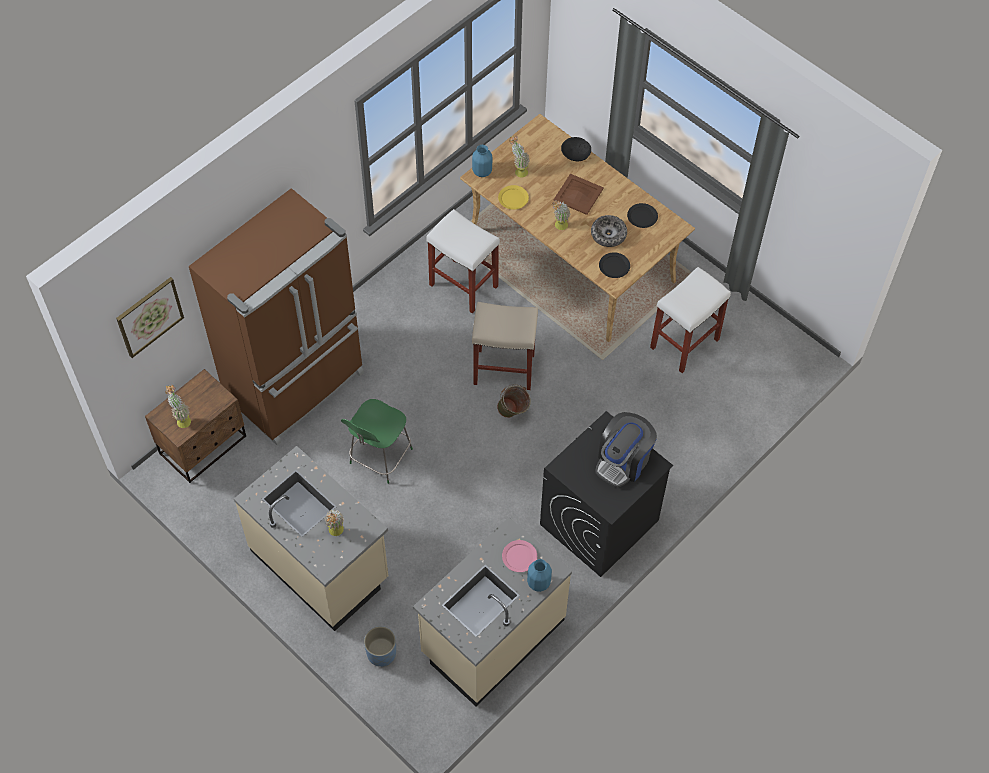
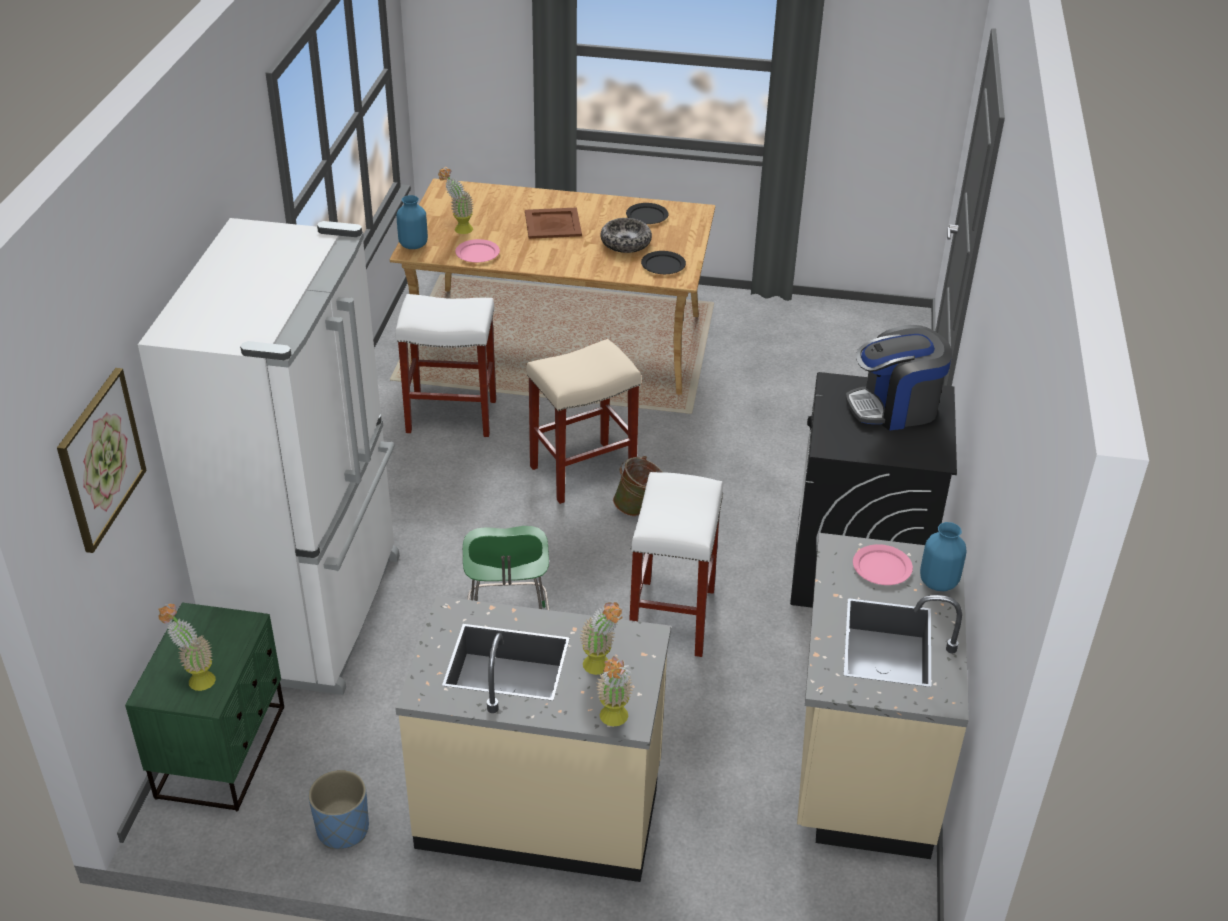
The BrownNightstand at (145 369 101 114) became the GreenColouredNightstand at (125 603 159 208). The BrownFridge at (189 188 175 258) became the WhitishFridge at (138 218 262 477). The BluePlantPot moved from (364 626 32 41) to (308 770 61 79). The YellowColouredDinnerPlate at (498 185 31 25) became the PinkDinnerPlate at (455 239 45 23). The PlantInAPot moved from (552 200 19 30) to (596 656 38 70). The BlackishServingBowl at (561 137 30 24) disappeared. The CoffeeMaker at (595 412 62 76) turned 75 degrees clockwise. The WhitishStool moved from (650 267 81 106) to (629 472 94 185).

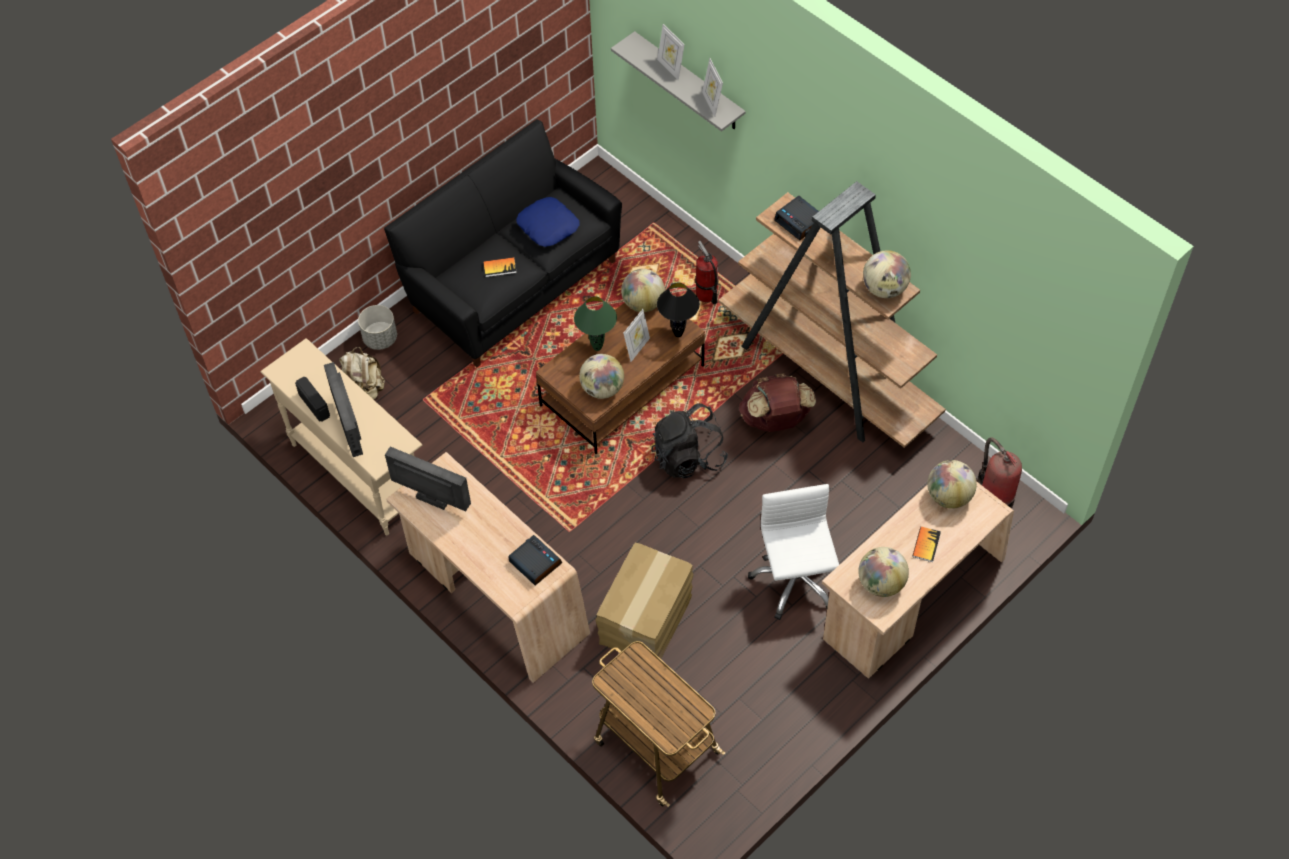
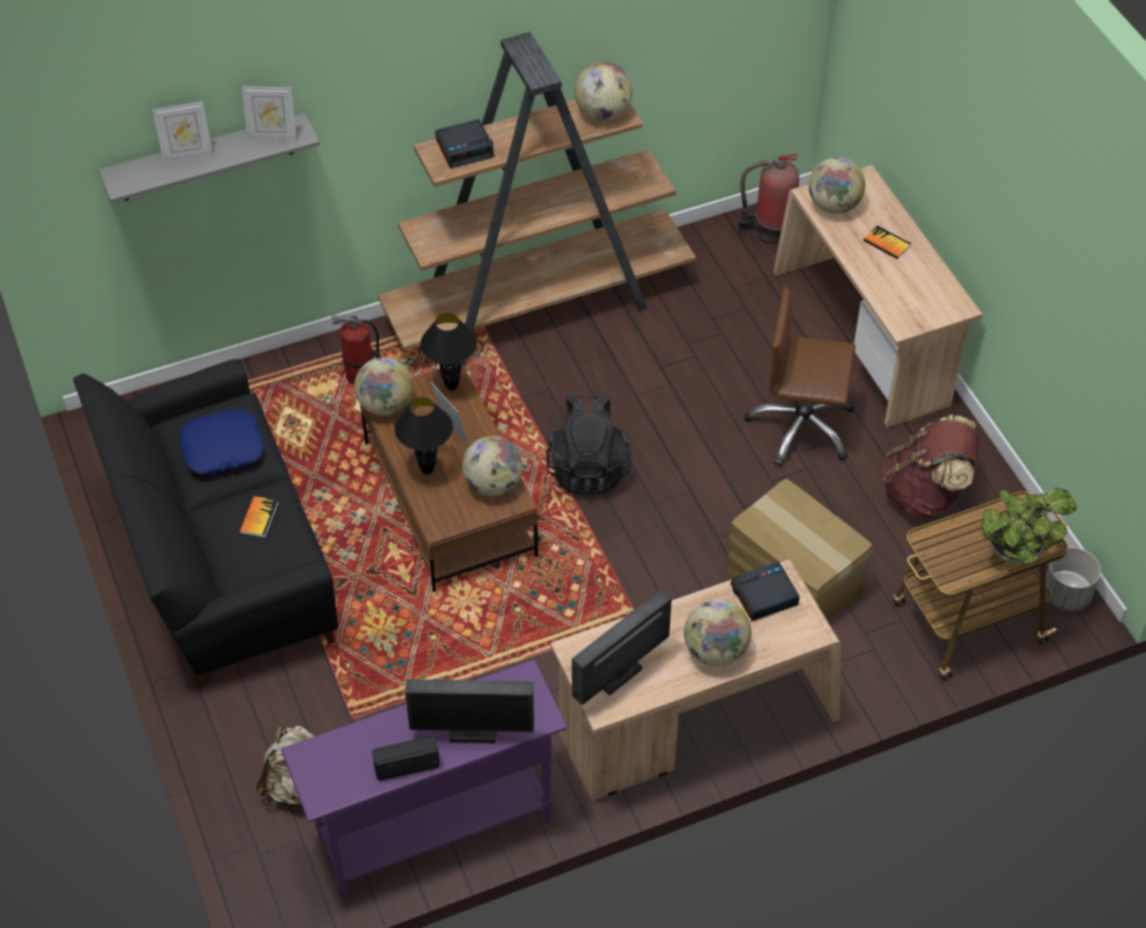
The SandColouredHallTable at (260 338 162 197) became the PurpleHallTable at (281 659 287 240). The GrayPlantPot moved from (358 305 39 45) to (1046 547 55 64). The GreenColouredTableLamp at (574 296 43 55) became the BlackishTableLamp at (394 397 59 78). The BrownBackpack moved from (739 373 77 59) to (884 415 95 103). The WhitishOfficeChair at (748 484 91 136) became the BrownOfficeChair at (745 287 110 180). The WorldGlobe moved from (858 547 51 50) to (684 599 67 68). The PlantInAPot at (981 488 96 76) appeared.

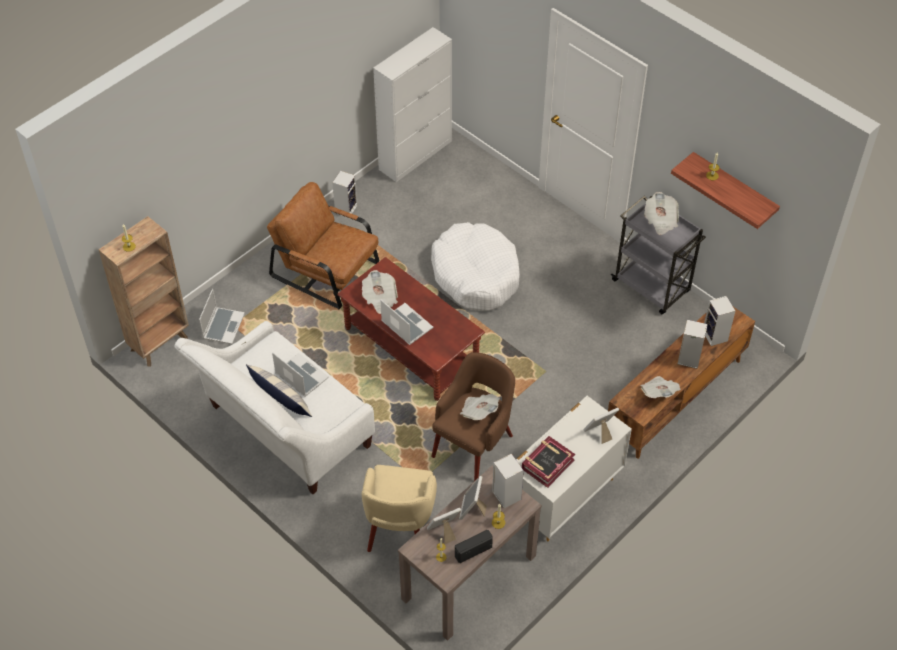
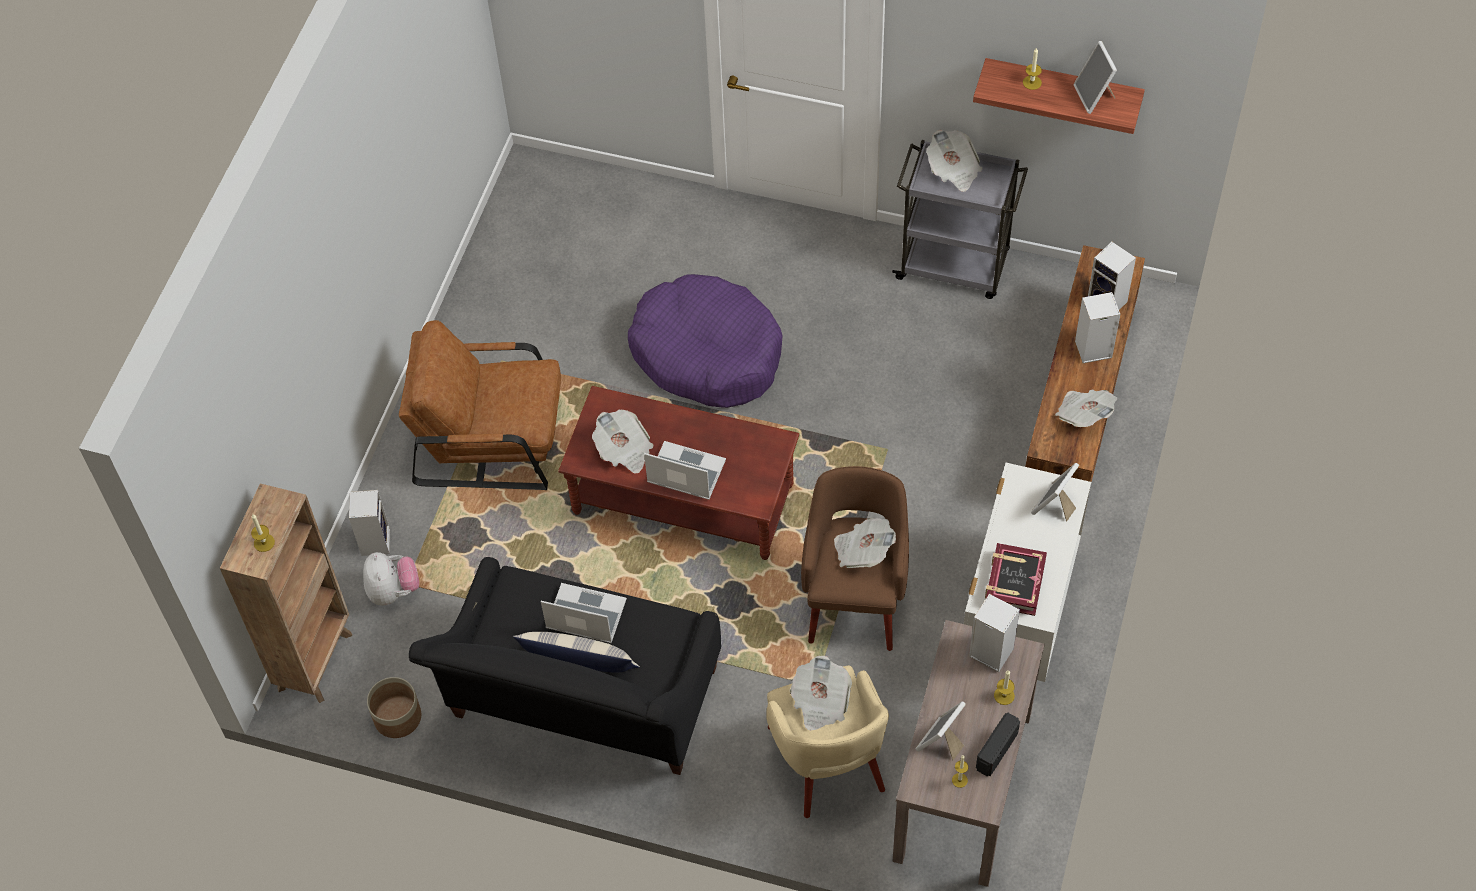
The WhitishCouch at (174 321 201 173) became the BlackishCouch at (409 557 312 218). The PortableComputer at (199 289 46 55) was replaced by the PlushToy at (363 552 56 53). The Speaker moved from (332 171 26 43) to (349 490 41 66). The WhitishStorageCabinet at (373 27 79 155) disappeared. The WhitishPetBed at (431 222 89 89) became the PurplePetBed at (628 274 155 134). The PictureFrame moved from (459 476 28 44) to (1073 41 44 73). The PlantPot at (367 677 54 61) appeared. The DailyPaper at (790 656 62 75) appeared.

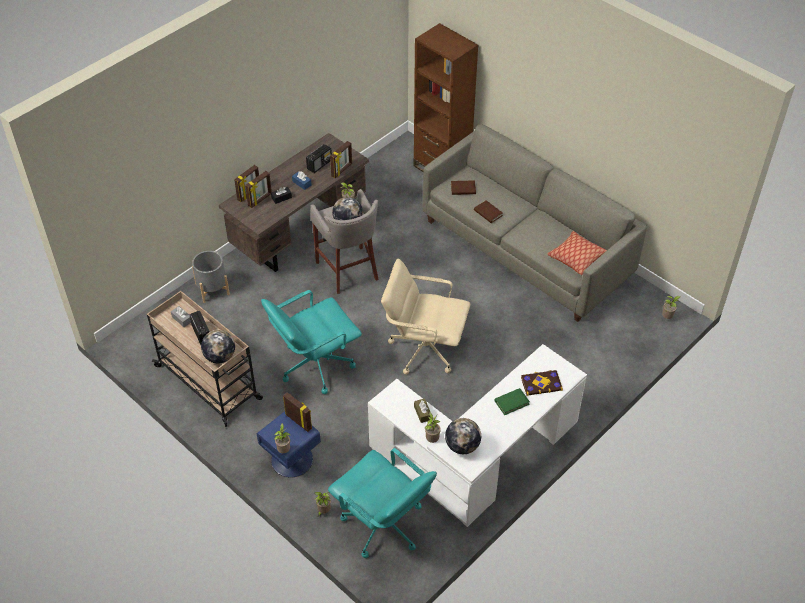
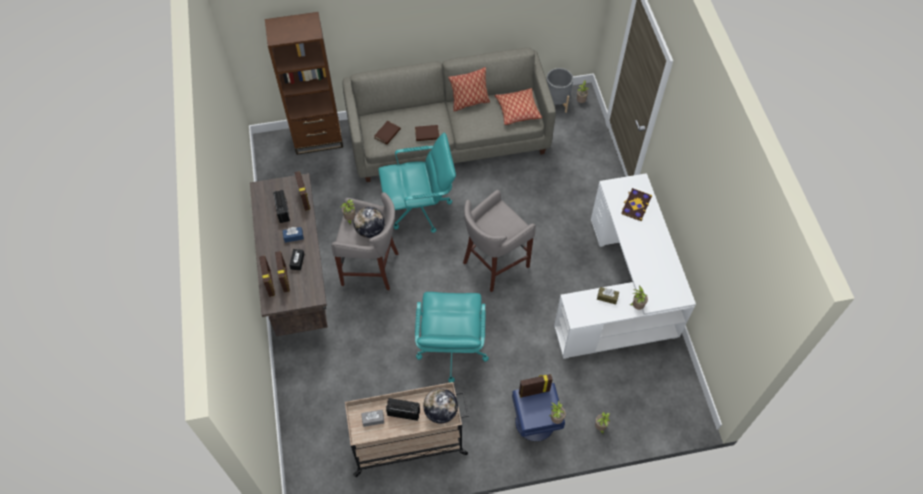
The GrayPlantPot moved from (192 251 38 52) to (546 68 27 45). The TurquoiseOfficeChair moved from (328 448 109 110) to (378 133 78 100). The SandColouredOfficeChair at (381 258 89 117) was replaced by the GrayStool at (463 190 73 102). The WorldGlobe at (445 418 36 36) disappeared. The GreenColouredBook at (494 388 36 27) disappeared. The ThrowPillow at (448 67 42 45) appeared.

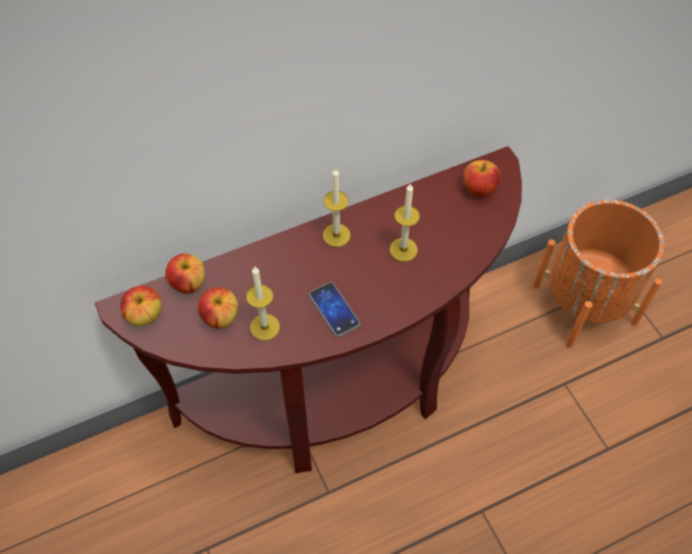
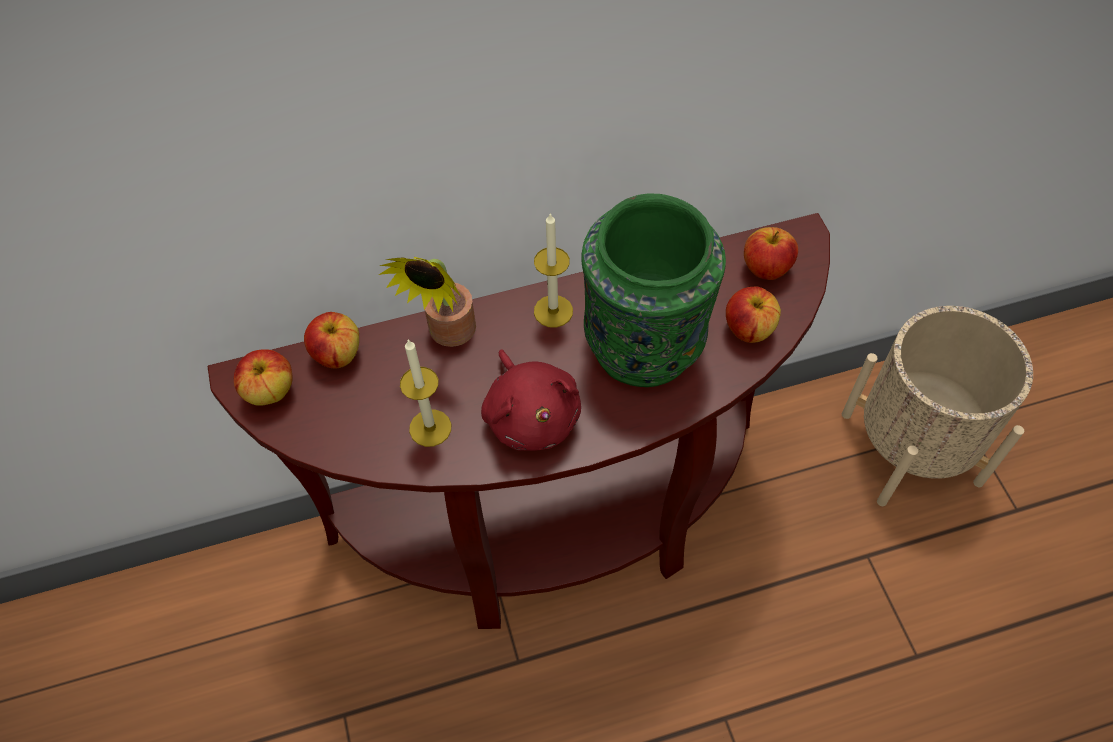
The WholeApple moved from (198 287 40 42) to (726 287 55 56). The Phone at (309 282 51 55) was replaced by the RedPlushToy at (481 349 100 102). The WaxLight at (390 183 30 79) was replaced by the GreenColouredFlowerVase at (581 193 145 194). The OrangePlantPot at (533 199 131 149) became the SandColouredPlantPot at (842 306 191 200). The PlantInAPot at (379 257 97 90) appeared.

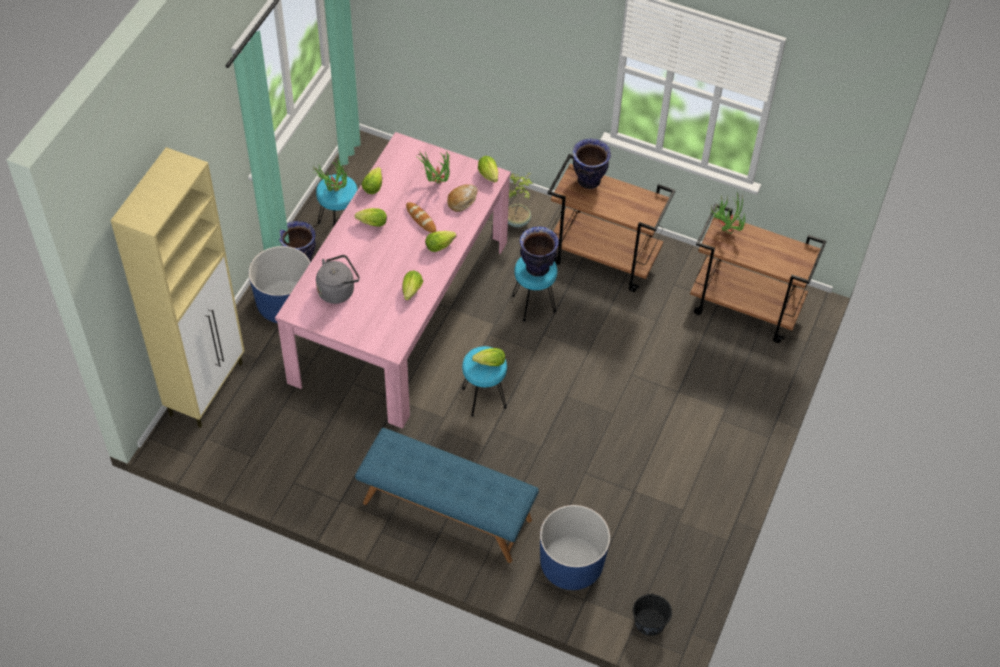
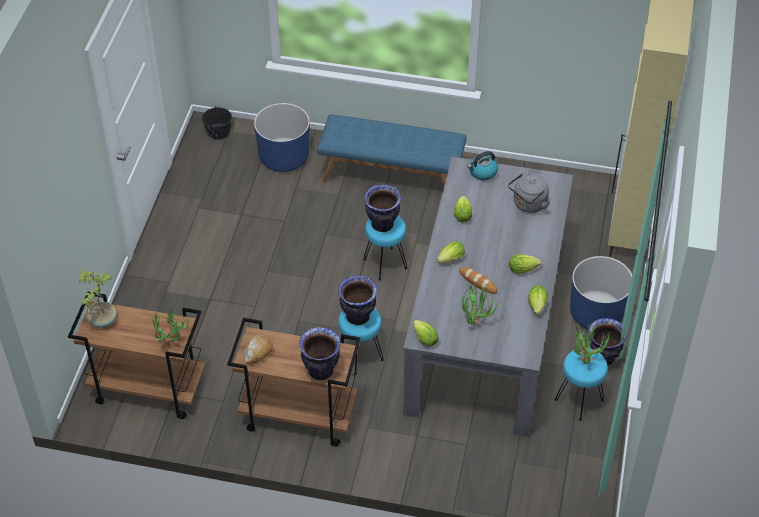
The PinkDinnerTable at (275 132 236 297) became the GrayDinnerTable at (403 157 170 280). The Bread moved from (447 184 31 28) to (244 335 29 29). The Lettuce at (472 348 33 18) was replaced by the FlowerVase at (364 184 37 48). The PlantInAPot moved from (508 173 25 54) to (77 269 40 59). The TeaKettle at (467 151 31 30) appeared.

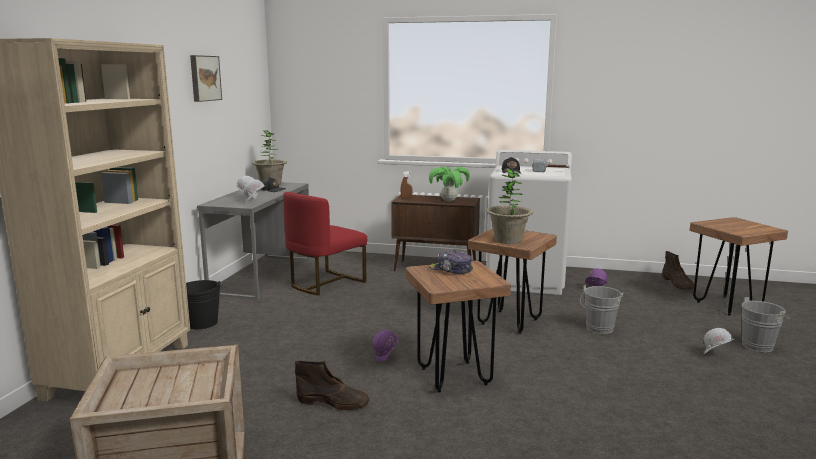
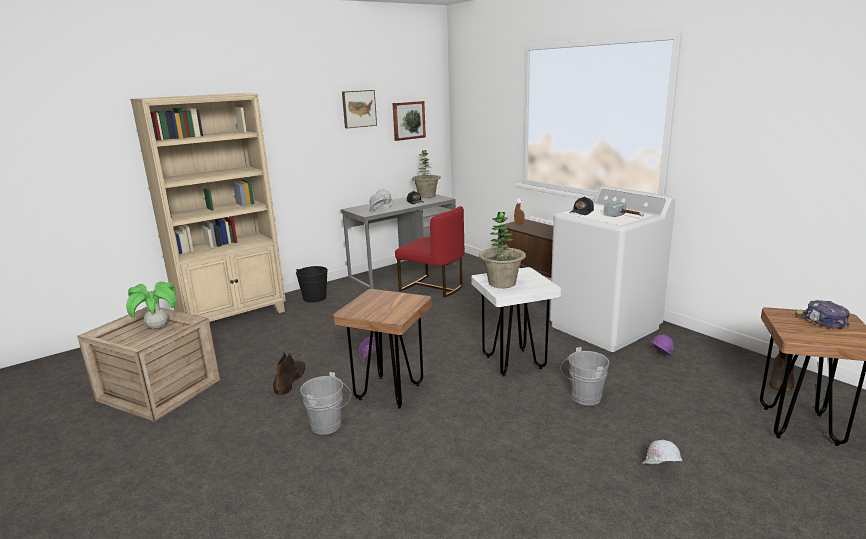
The RedPlainChair at (283 192 84 104) turned 135 degrees counterclockwise. The BrownBoot at (295 361 74 49) turned 135 degrees counterclockwise. The PlantInAPot moved from (429 167 41 35) to (126 282 50 47). The Cap moved from (429 250 44 24) to (795 300 55 29). The BrownStool at (468 228 89 106) became the WhitishStool at (471 267 90 109). The GrayWaterBucket moved from (742 297 49 55) to (300 372 51 63). The WallPicture at (393 101 33 40) appeared.

